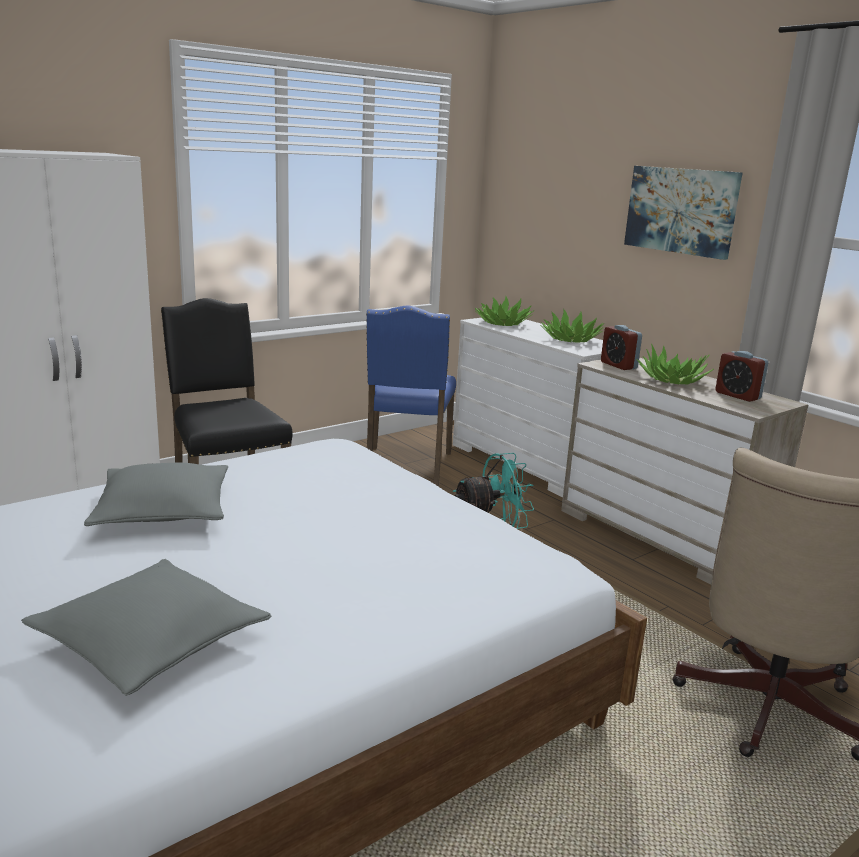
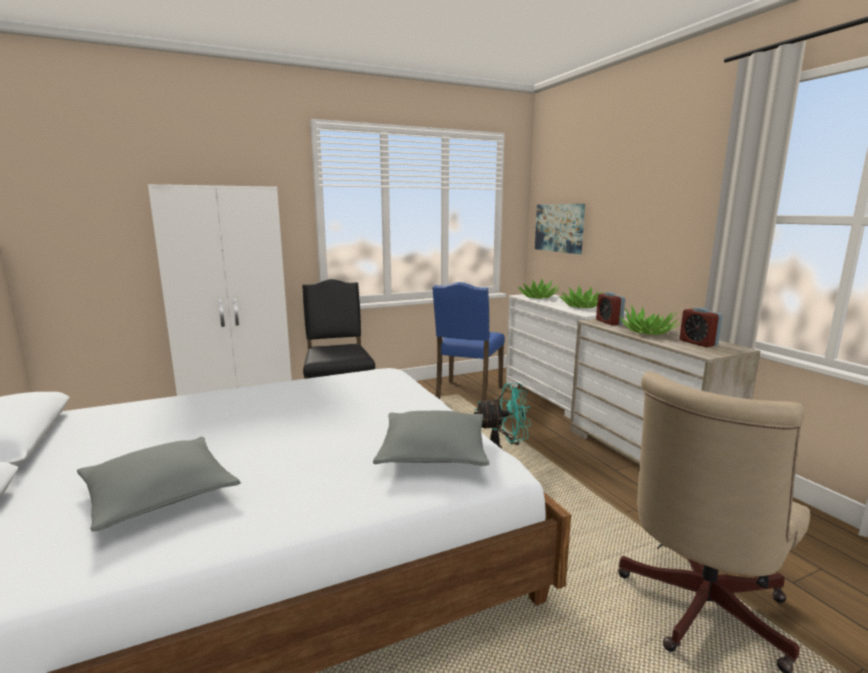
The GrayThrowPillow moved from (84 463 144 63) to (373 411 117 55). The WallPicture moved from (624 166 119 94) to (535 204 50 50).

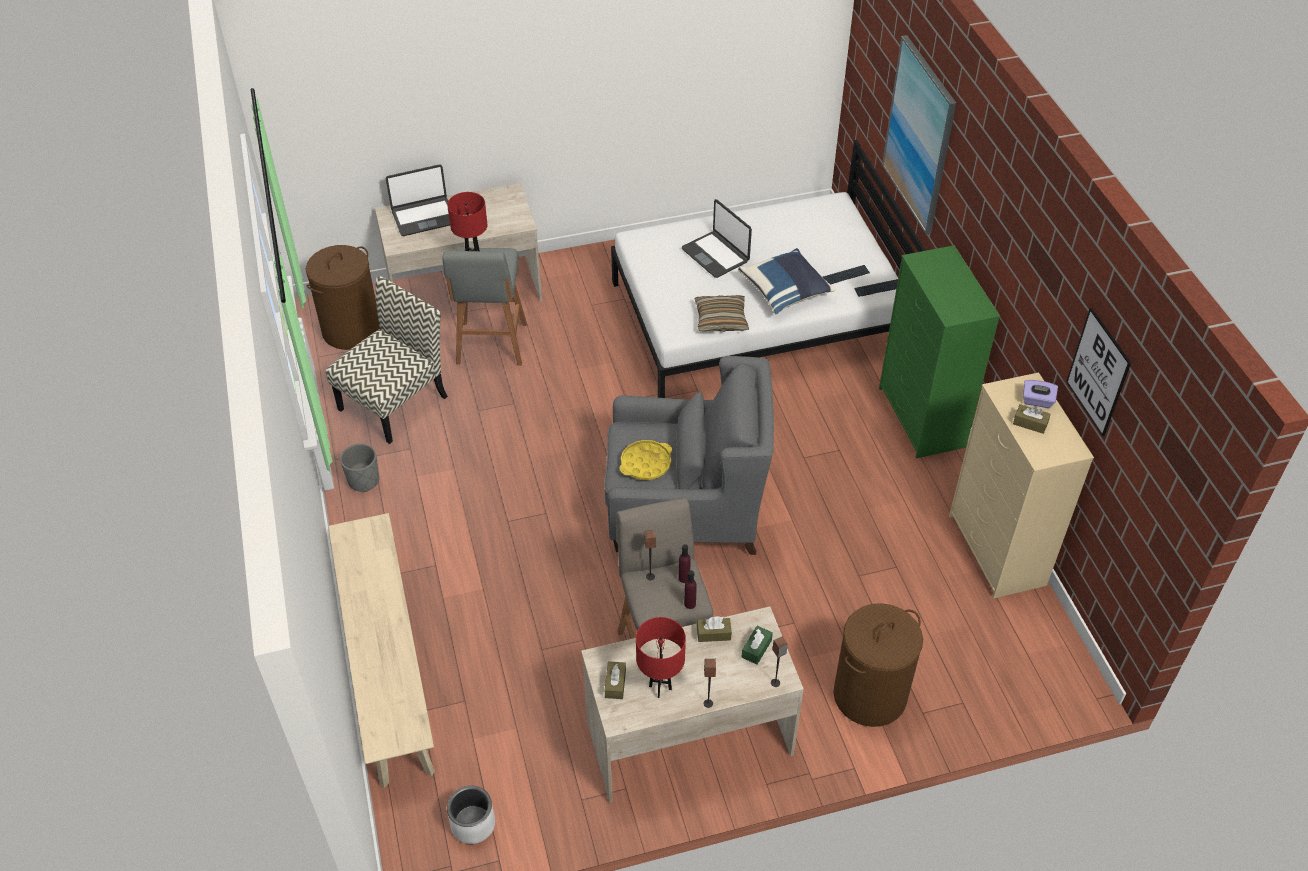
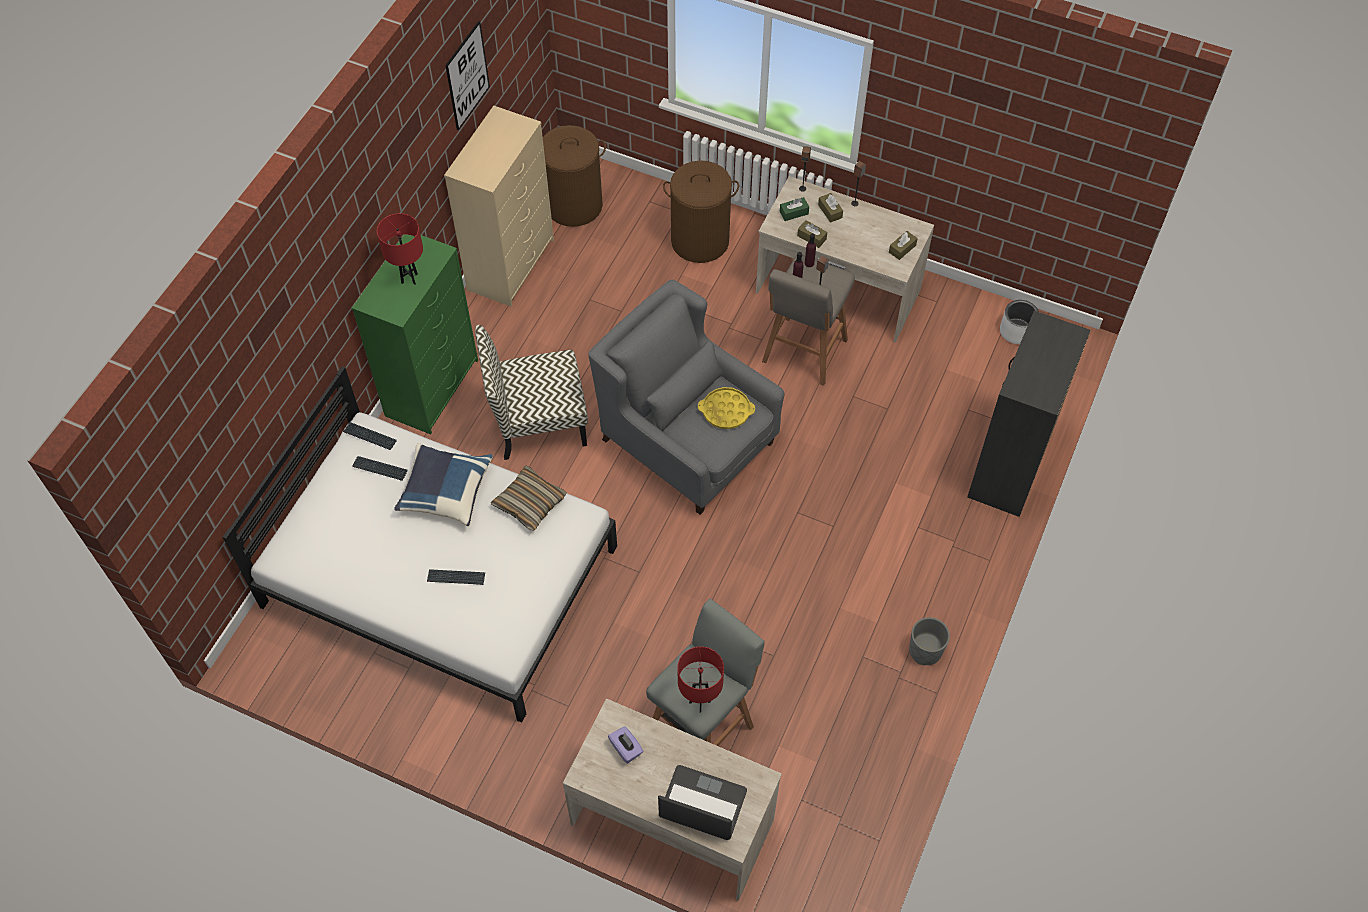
The BrownLaundryBasket moved from (306 245 74 105) to (543 125 63 102). The PlainChair moved from (326 276 122 168) to (475 325 113 135). The SandColouredIndoorBench at (328 513 107 275) was replaced by the BlackishChestOfDrawers at (967 311 124 206). The RedTableLamp moved from (636 617 50 81) to (377 213 46 72). The PortableComputer at (682 199 70 79) was replaced by the Keyboard at (427 569 58 16). The WallPicture at (882 35 74 199) disappeared. The BrownTissueBox moved from (1013 404 37 30) to (818 193 25 30). The PurpleTissueBox moved from (1023 380 35 28) to (608 726 35 38).

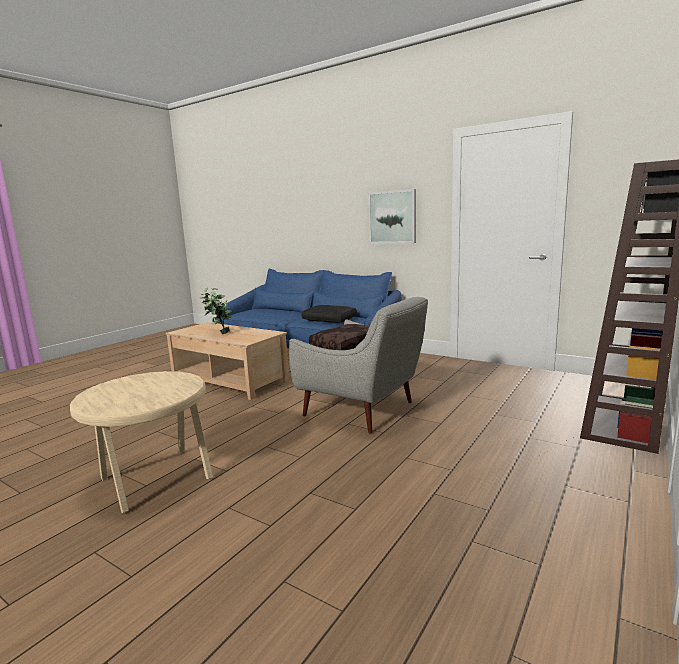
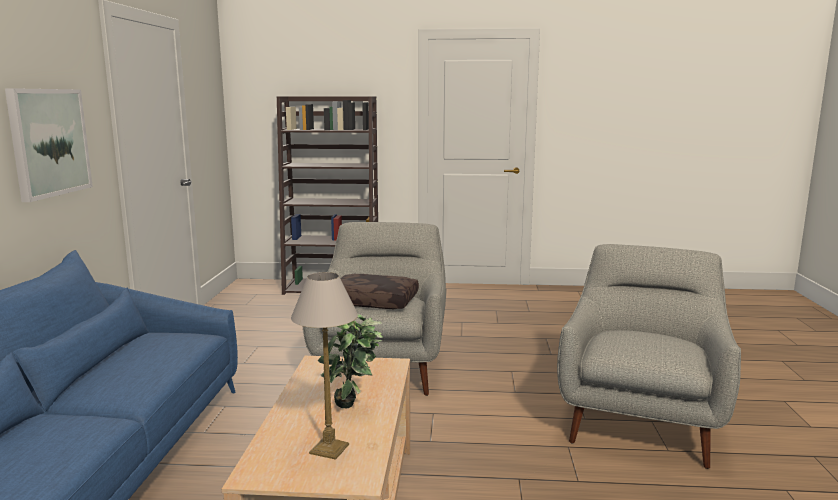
The SandColouredAccentTable at (70 371 143 142) was replaced by the GrayLoungeChair at (557 244 184 225). The BlackishThrowPillow at (301 305 56 18) disappeared. The TableLamp at (291 272 67 188) appeared.

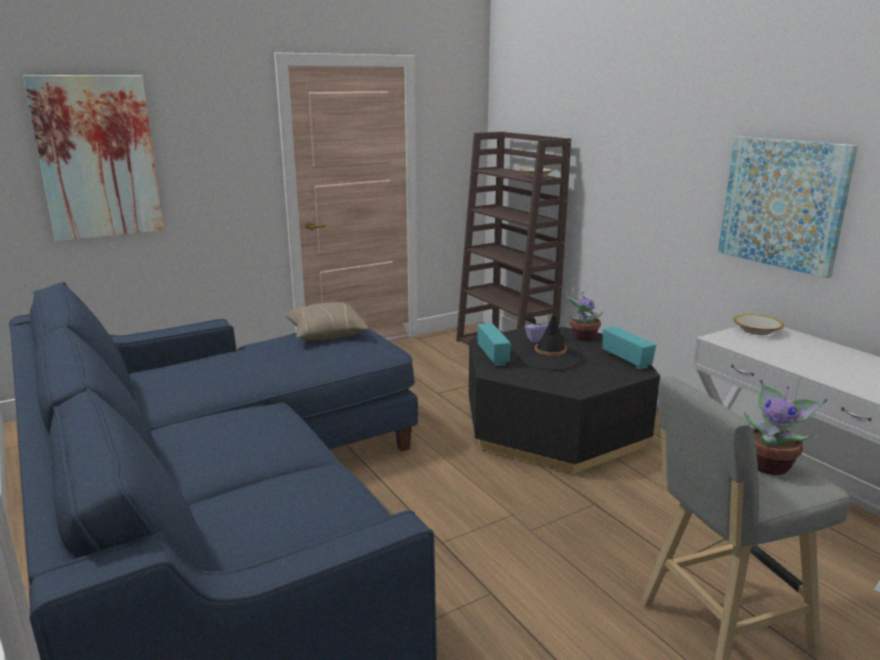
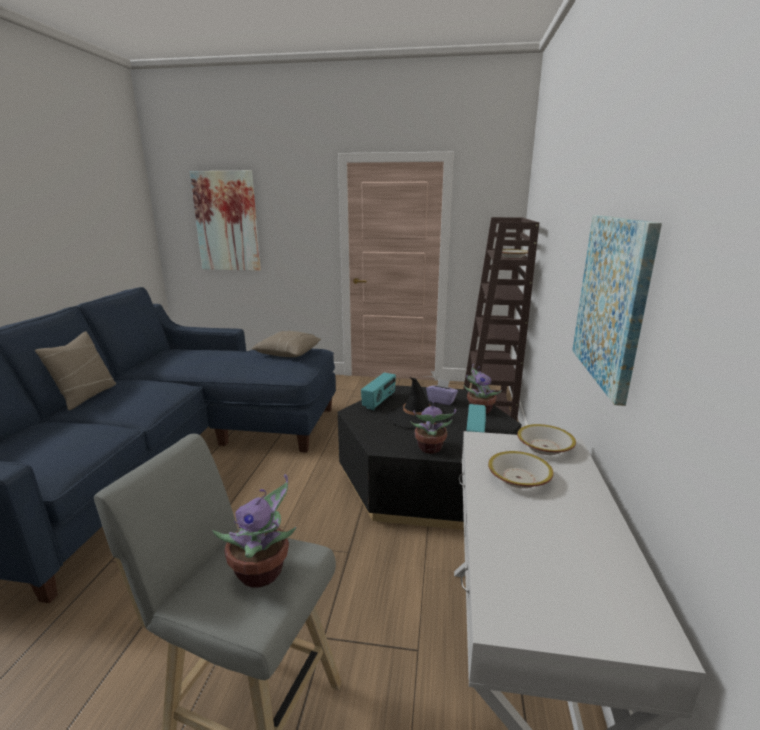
The SandColouredThrowPillow at (35 331 81 79) appeared. The PlantInAPot at (410 401 46 53) appeared. The ServingBowl at (488 451 65 37) appeared.

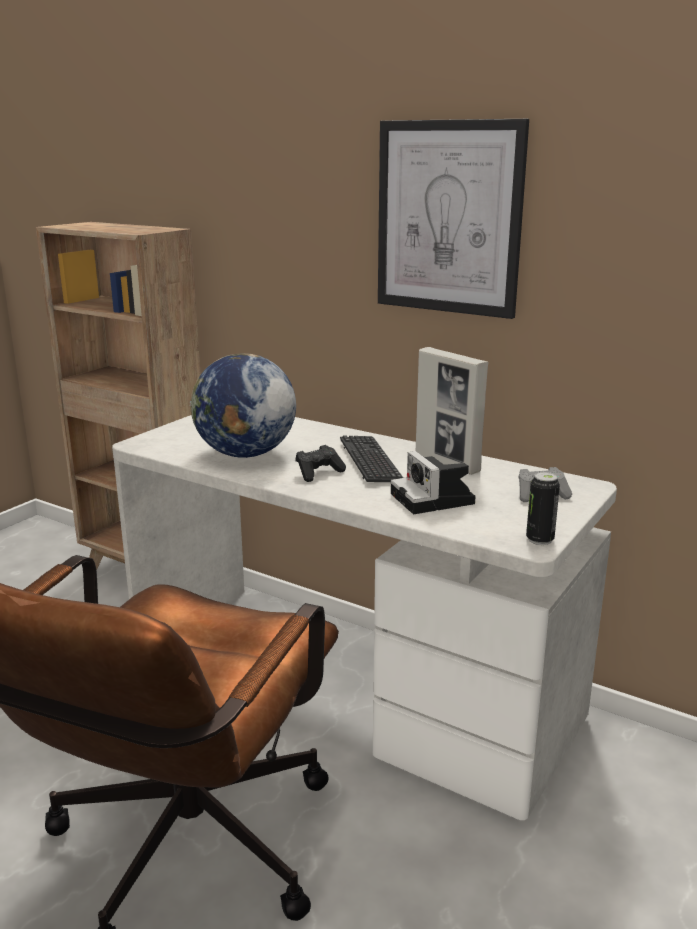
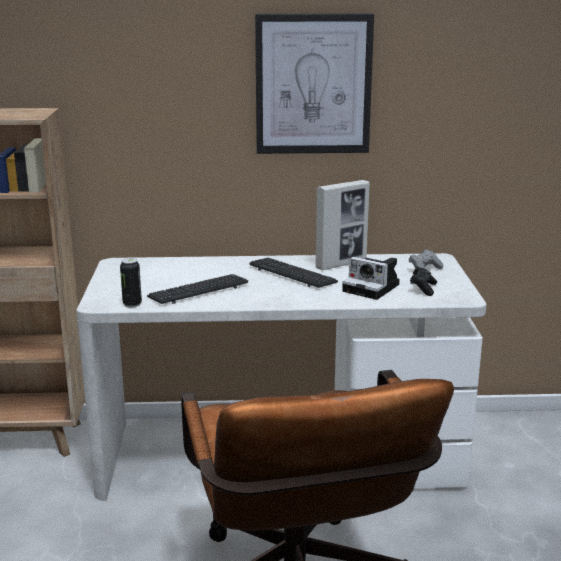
The WorldGlobe at (190 353 106 105) was replaced by the Keyboard at (147 274 101 30). The BlackishJoypad moved from (296 445 50 37) to (410 267 27 29). The PictureFrame at (416 347 73 128) turned 45 degrees counterclockwise. The Can moved from (526 472 34 73) to (120 258 22 50).

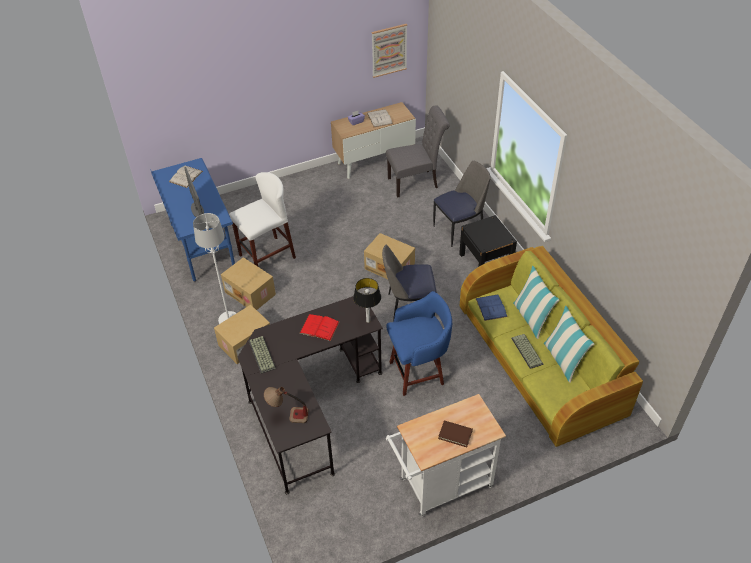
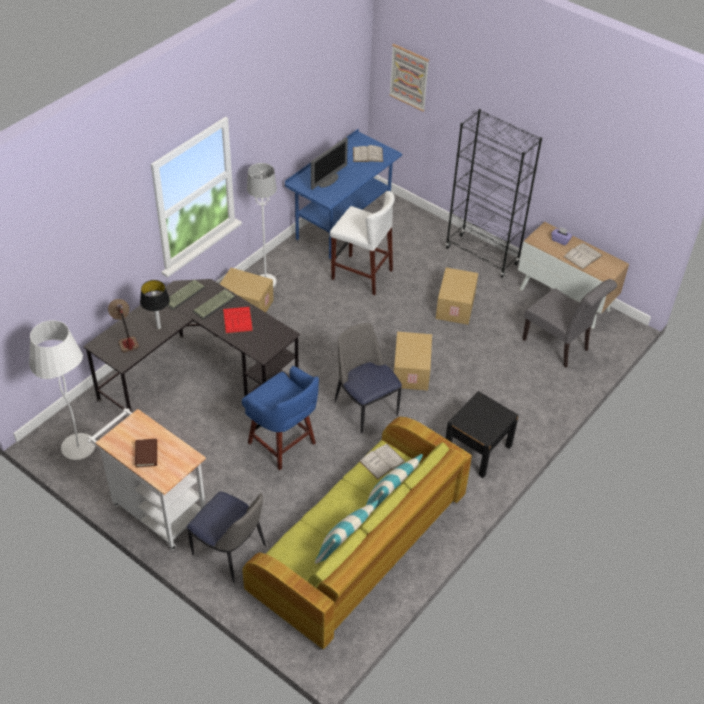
The CardboardBox moved from (221 257 55 53) to (436 267 42 58). The TableLamp moved from (353 278 28 45) to (140 280 30 49). The WallPicture moved from (372 24 35 54) to (389 44 40 67). The PlainChair moved from (433 161 58 86) to (187 492 79 90). The BlueBook at (476 295 32 26) became the WhitishBook at (359 444 47 36). The Keyboard moved from (511 334 32 35) to (193 289 43 31). The WhitishFloorLamp at (29 320 66 140) appeared. The BlackishShelvingUnit at (446 109 96 169) appeared.

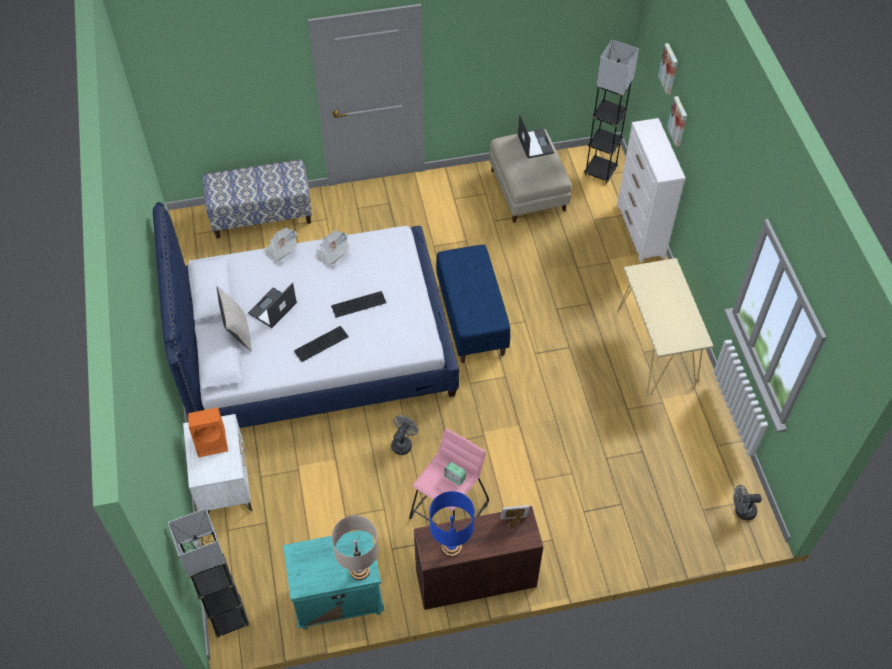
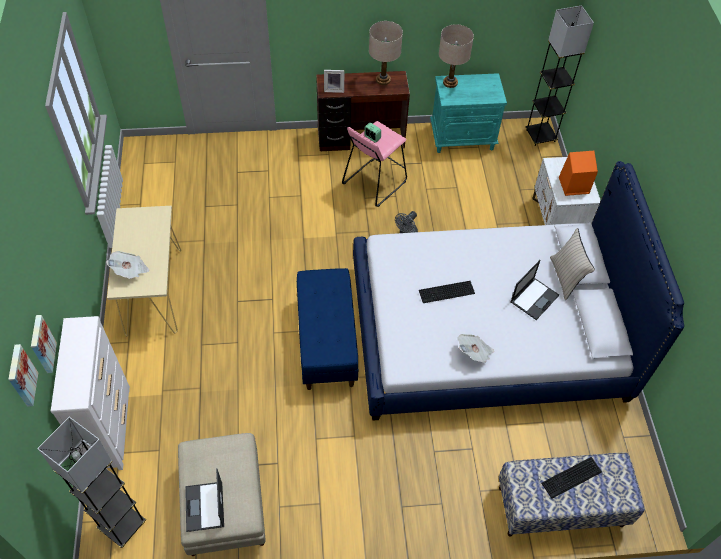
The DailyPaper moved from (263 227 34 36) to (106 251 44 28). The Keyboard moved from (294 326 55 36) to (542 457 60 42). The BlueTableLamp at (429 491 46 66) became the SandColouredTableLamp at (369 21 34 64). The GrayFan at (733 485 29 35) disappeared.

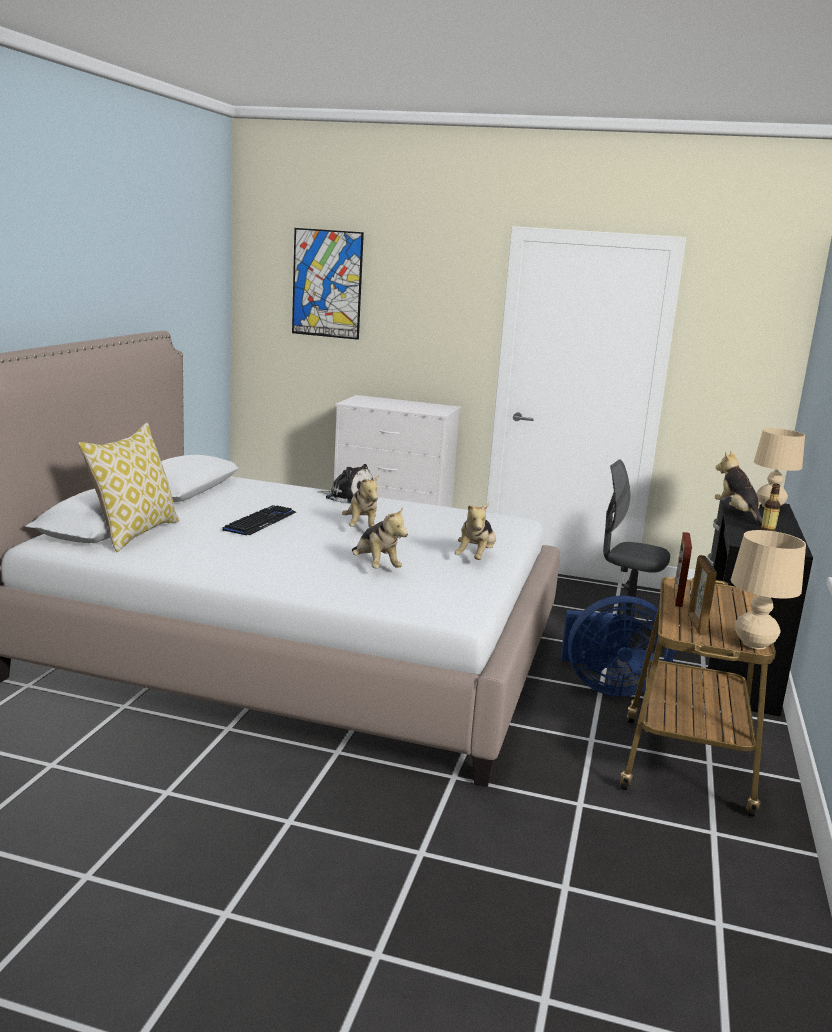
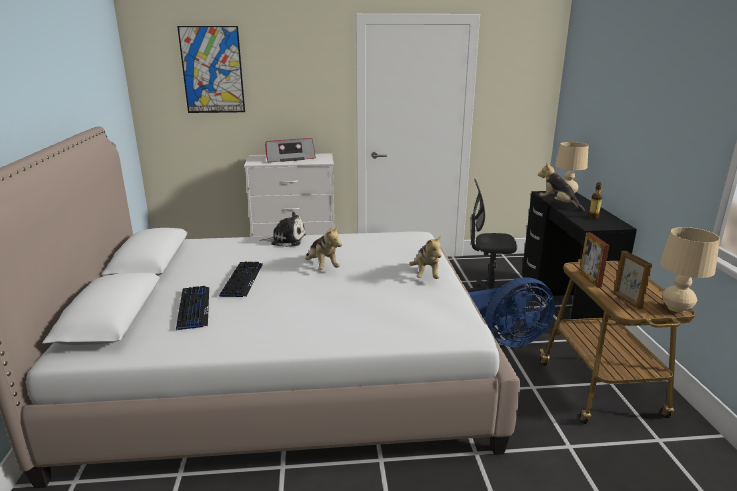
The ThrowPillow at (78 423 102 129) disappeared. The PlushToy at (352 507 56 61) disappeared. The Keyboard at (176 286 33 45) appeared. The Radio at (265 138 51 24) appeared.

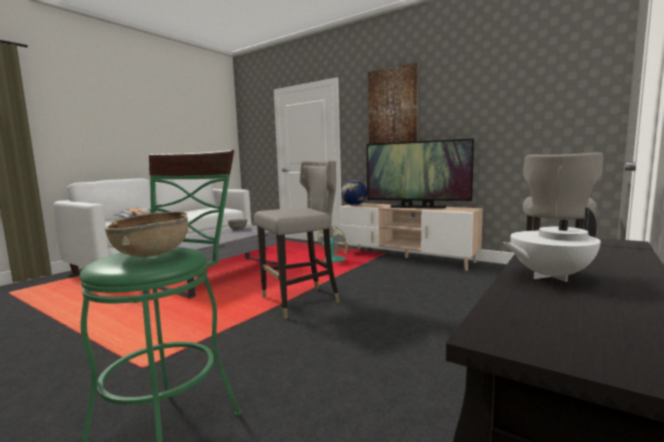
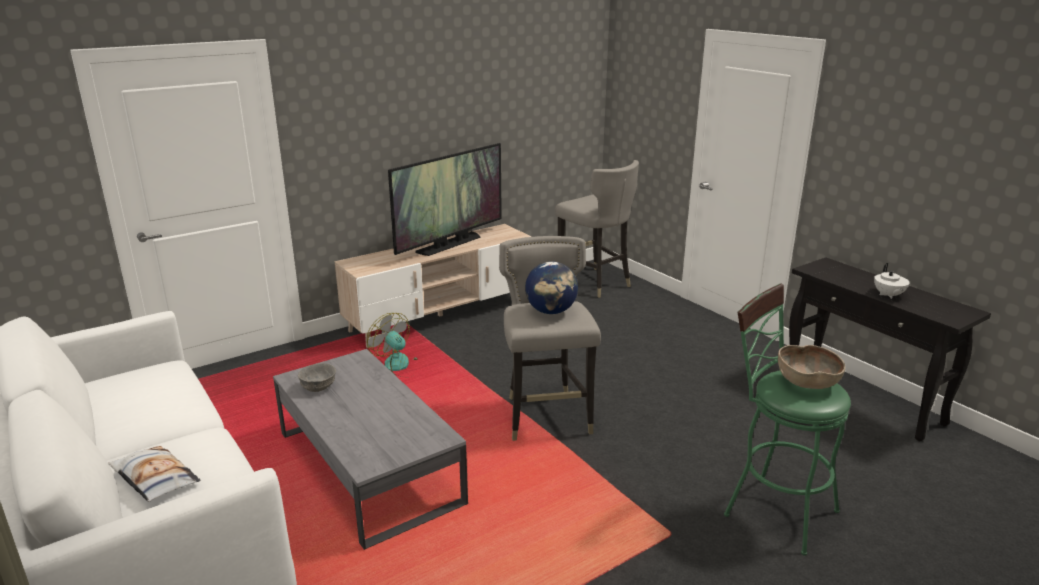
The WorldGlobe moved from (341 180 26 25) to (525 261 53 53). The WallPicture at (368 63 50 81) disappeared.

